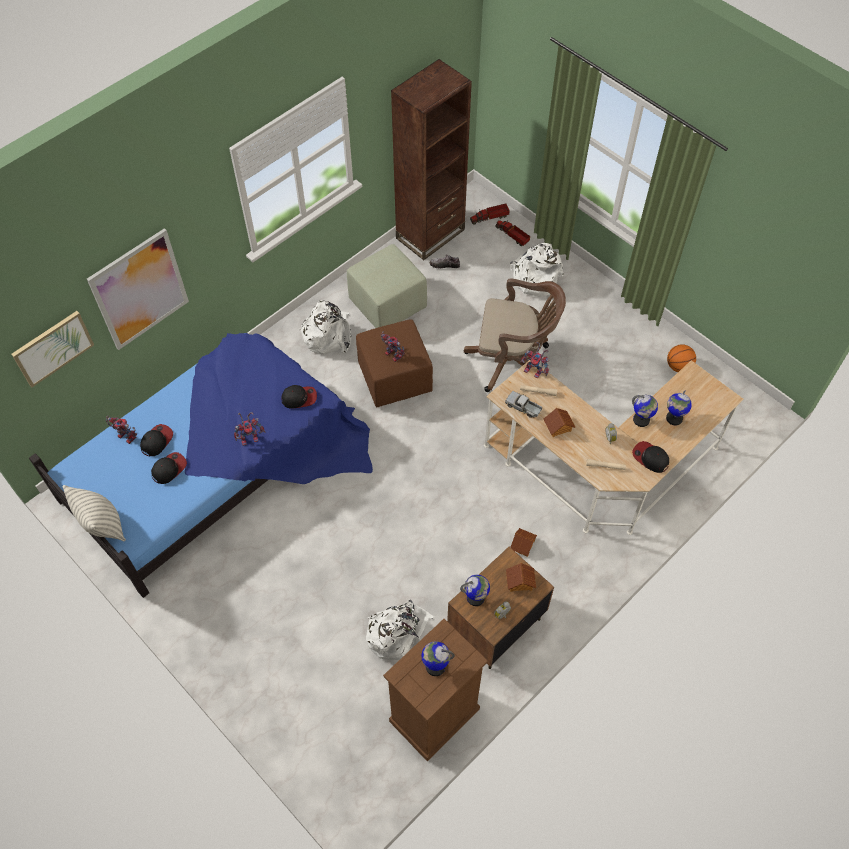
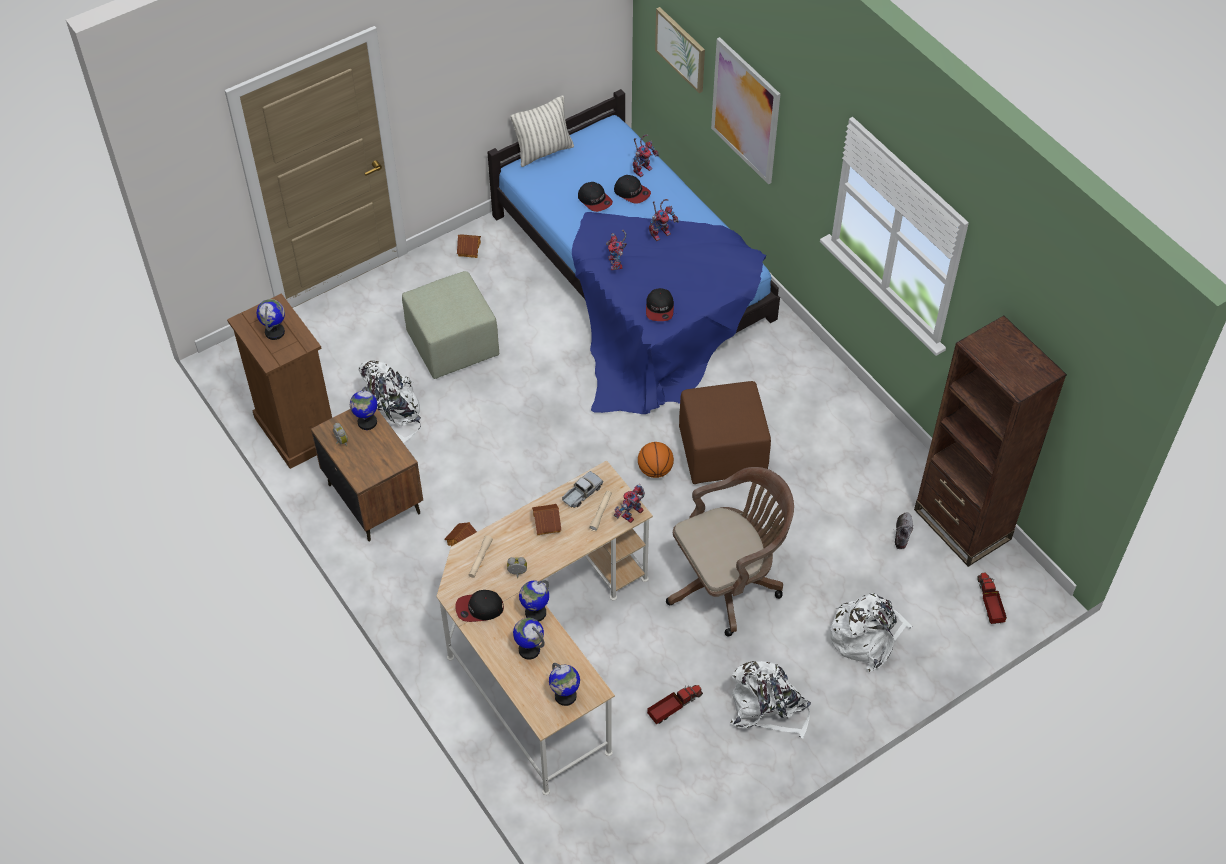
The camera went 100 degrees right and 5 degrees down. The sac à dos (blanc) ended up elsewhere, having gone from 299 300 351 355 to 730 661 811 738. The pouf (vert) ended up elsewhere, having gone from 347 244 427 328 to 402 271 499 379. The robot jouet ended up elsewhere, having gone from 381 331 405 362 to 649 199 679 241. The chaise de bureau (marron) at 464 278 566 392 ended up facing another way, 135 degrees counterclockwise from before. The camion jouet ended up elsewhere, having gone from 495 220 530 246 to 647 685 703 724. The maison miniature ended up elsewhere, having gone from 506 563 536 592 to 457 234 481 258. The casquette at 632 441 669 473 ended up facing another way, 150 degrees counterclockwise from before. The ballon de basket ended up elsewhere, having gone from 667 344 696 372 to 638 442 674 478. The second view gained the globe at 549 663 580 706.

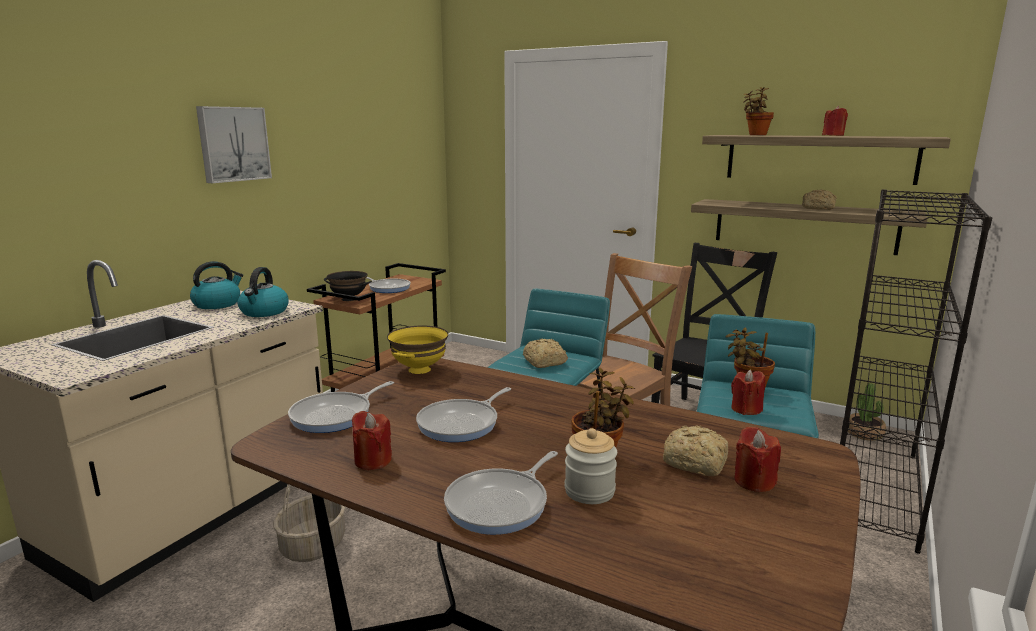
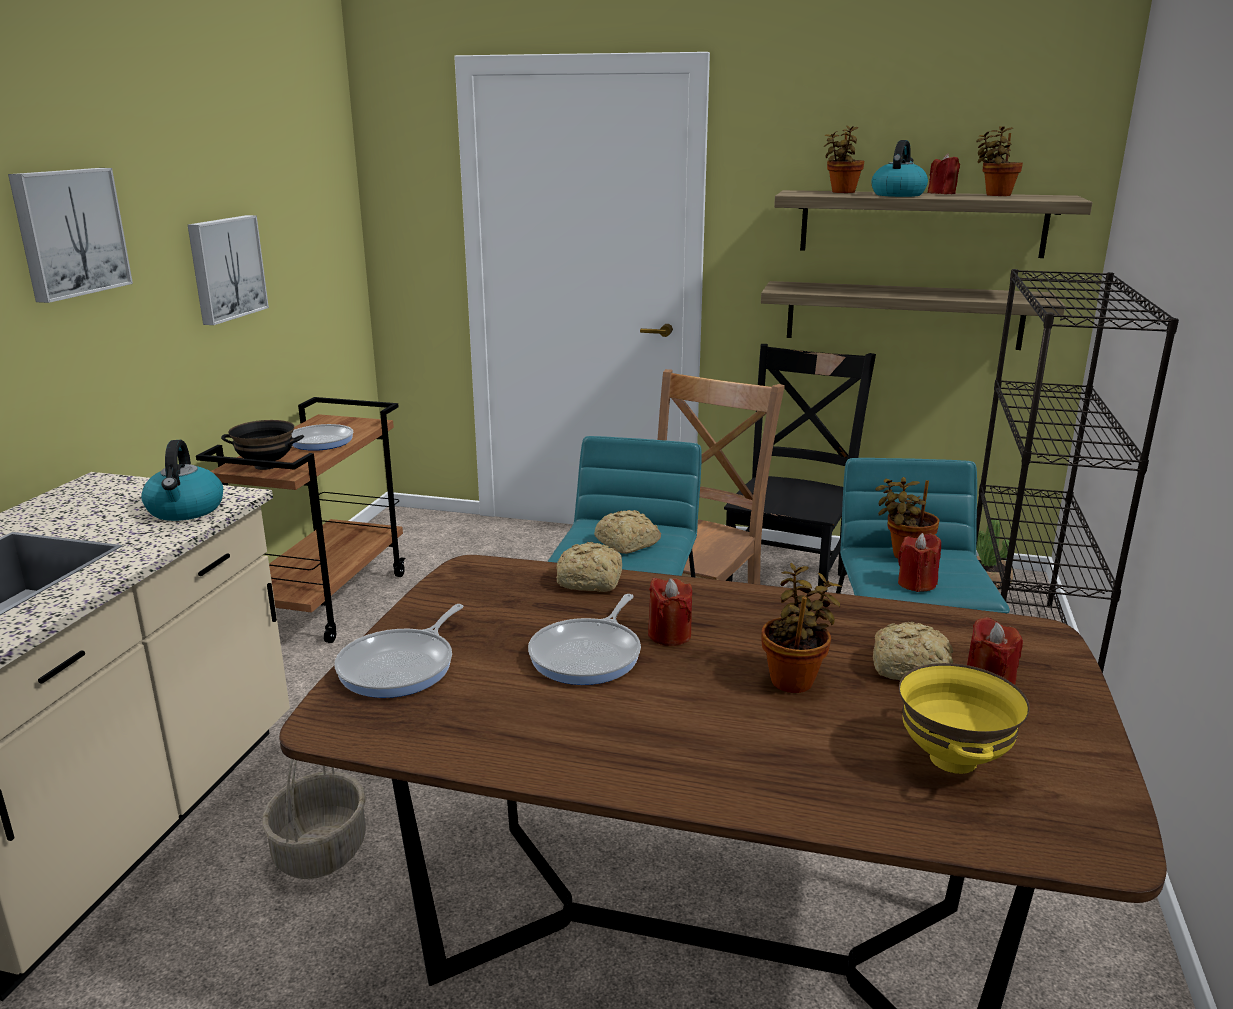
The camera went 15 degrees left and 5 degrees up. The bouilloire ended up elsewhere, having gone from 190 261 243 309 to 871 140 928 197. The bougie (rouge) ended up elsewhere, having gone from 352 411 392 470 to 648 578 692 646. The bol (jaune) ended up elsewhere, having gone from 387 326 448 374 to 899 663 1030 774. The second view lost the poêle at 444 451 558 535. The second view lost the bocal at 565 428 617 504. The pain ended up elsewhere, having gone from 802 189 837 210 to 556 542 622 592. The second view gained the tableau at 188 215 269 325. The second view gained the plante en pot at 976 126 1023 196.

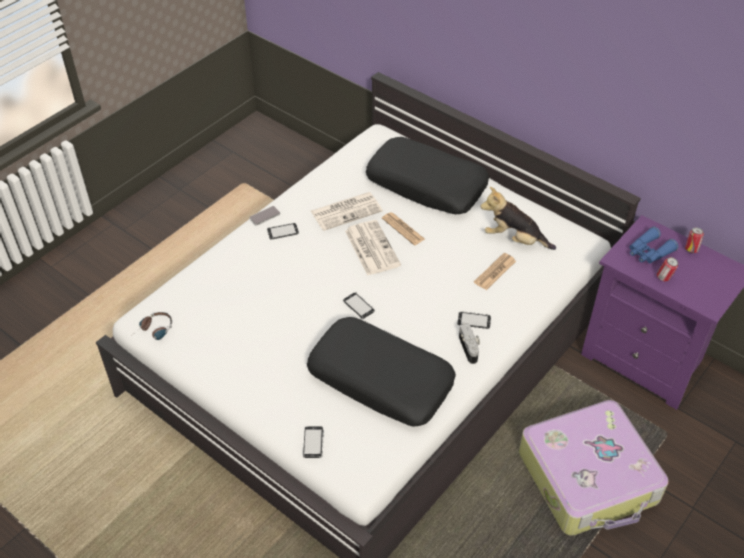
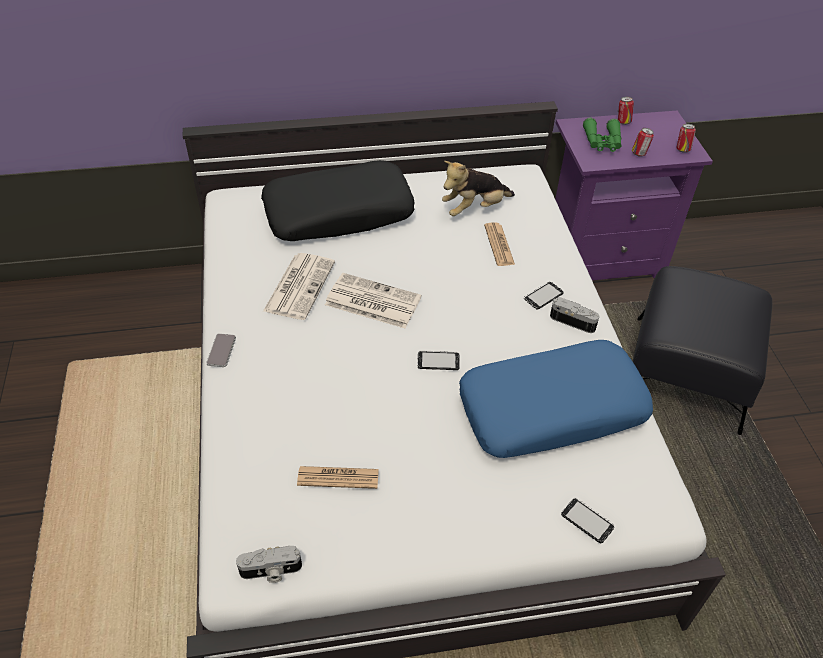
The camera went 50 degrees left and 0 degrees up. Where the casque audio stood at 130 312 172 340, the appareil photo came to stand at 236 546 302 583. The second view lost the téléphone at 267 223 299 239. What was the coussin (noir) at 307 317 456 426 turned into the coussin (bleu) at 459 340 653 458. The journal ended up elsewhere, having gone from 382 212 425 245 to 297 466 379 489. Where the valise stood at 519 400 669 536, the pouf (noir) came to stand at 633 266 772 435. What was the jumelles (bleu) at 629 227 679 263 turned into the jumelles (vert) at 583 118 622 152. The second view gained the boîte métallique at 676 124 696 153.

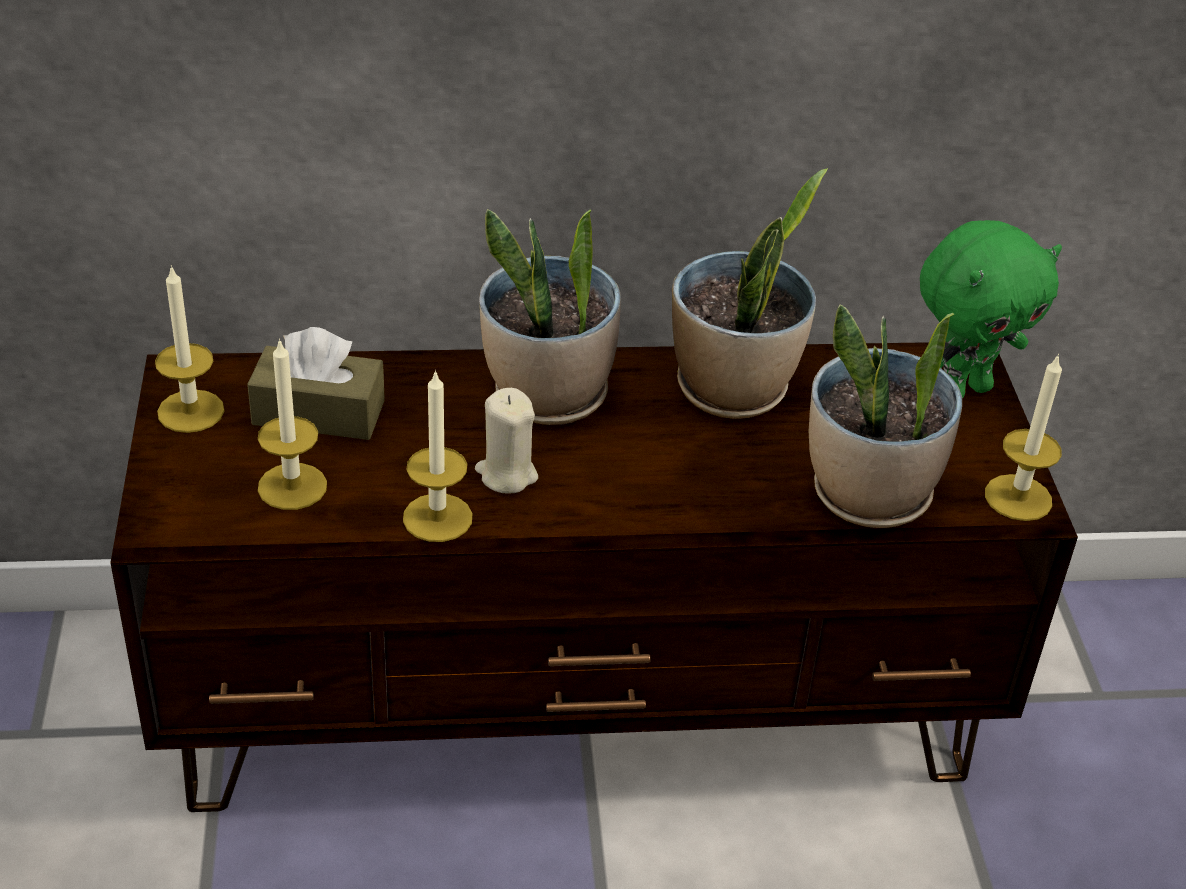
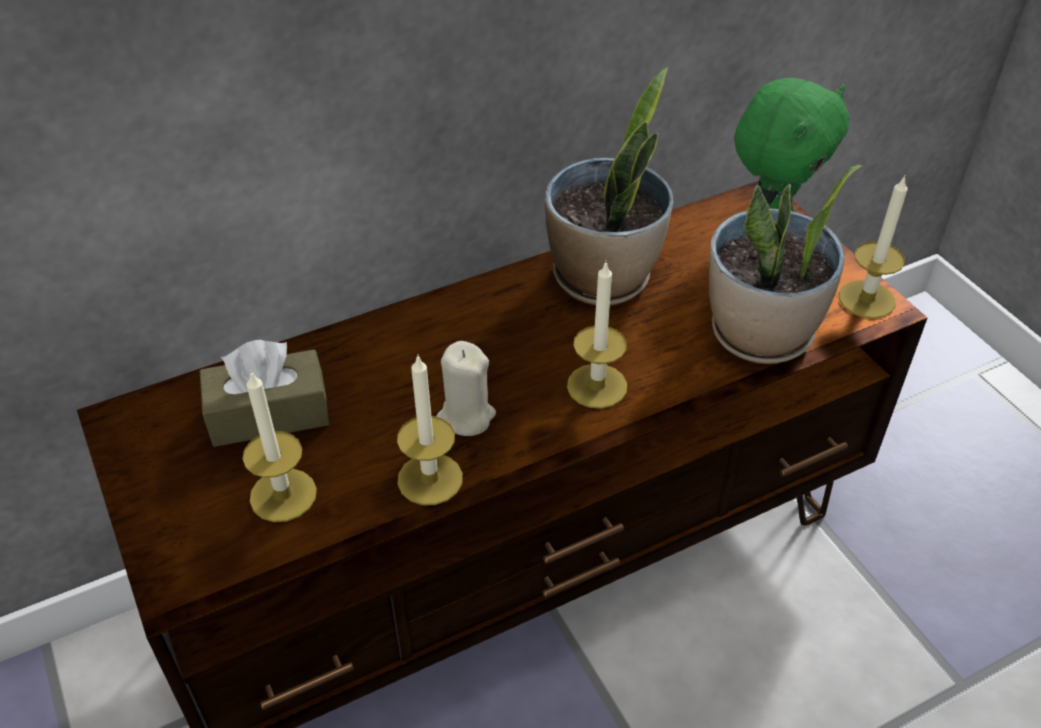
The camera went 20 degrees left and 5 degrees up. The bougie ended up elsewhere, having gone from 155 265 224 433 to 567 260 627 409. The second view lost the plante en pot at 479 209 621 425.

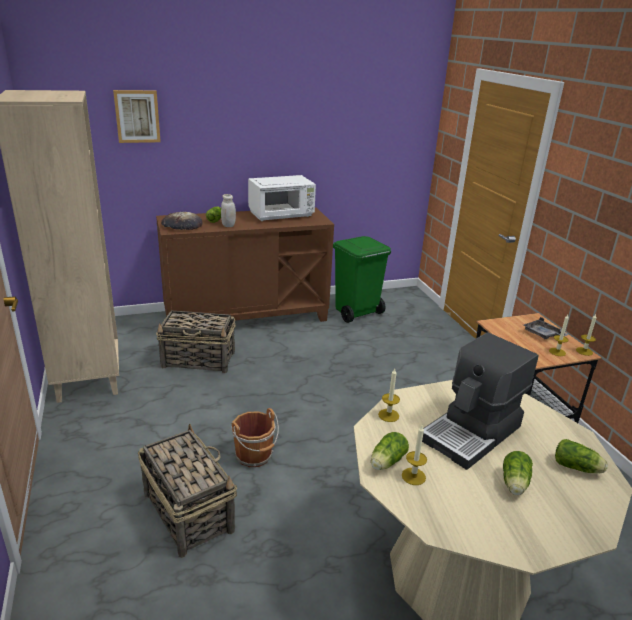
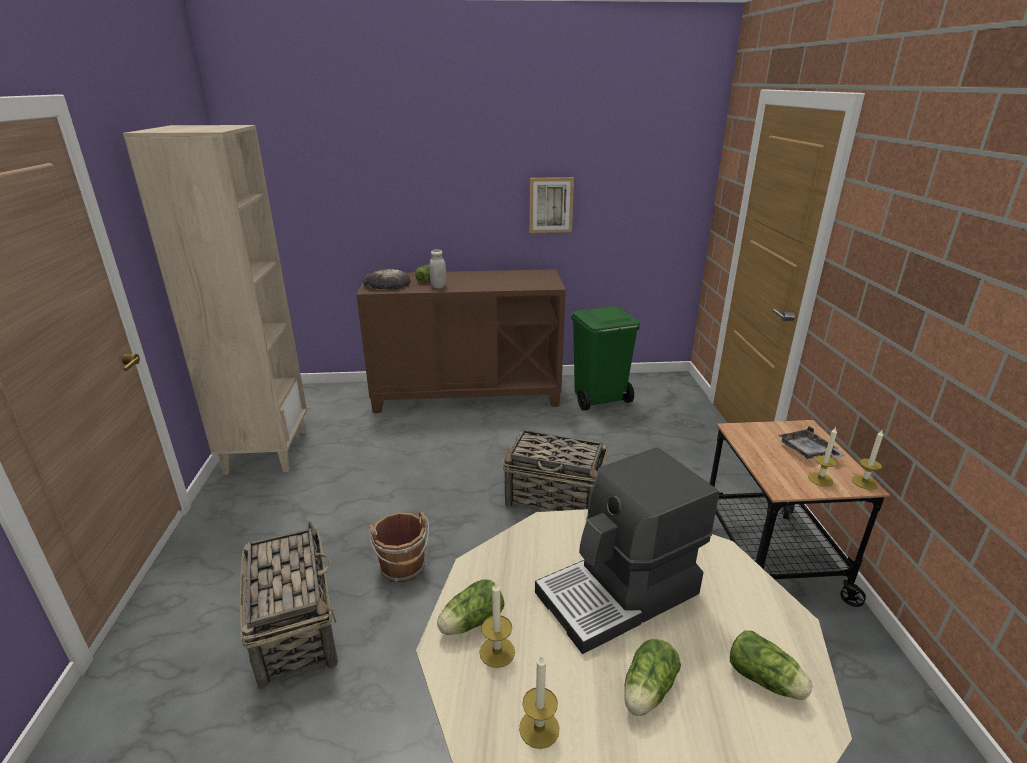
The camera went 15 degrees right and 0 degrees up. The tableau ended up elsewhere, having gone from 113 90 161 143 to 529 177 574 233. The panier ended up elsewhere, having gone from 156 311 236 373 to 502 430 608 512. The second view lost the micro-ondes (blanc) at 248 175 316 221. The bougie ended up elsewhere, having gone from 378 369 400 422 to 519 655 559 749.

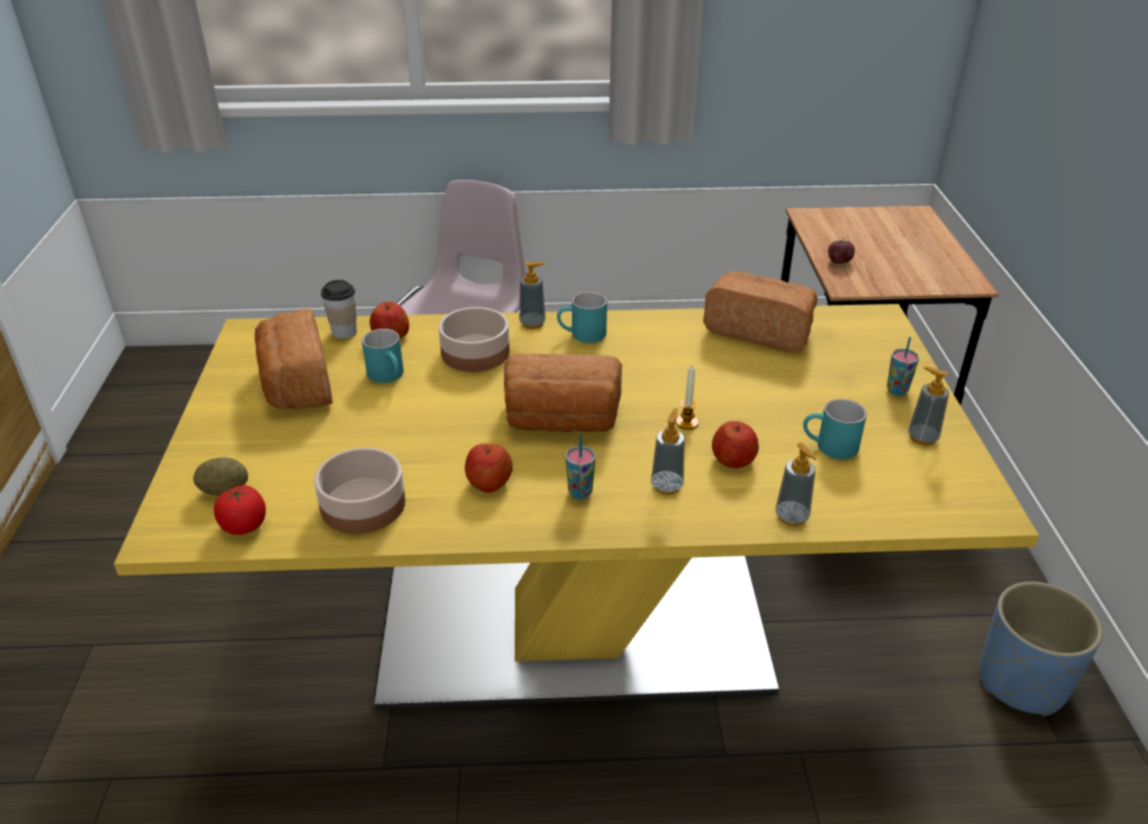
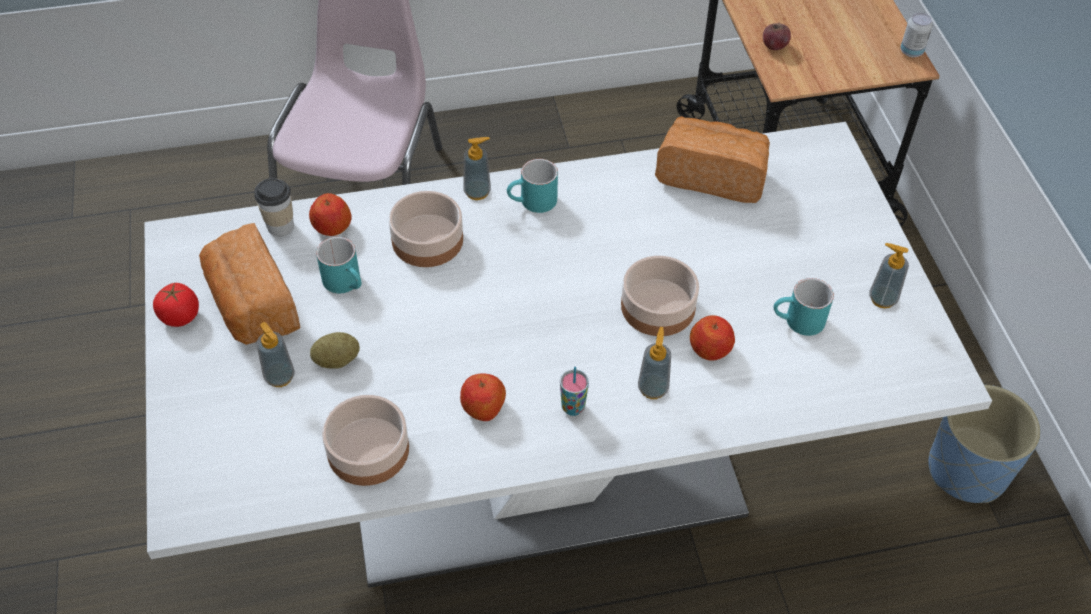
The camera went 10 degrees left and 15 degrees up. What was the table à manger (jaune) at 114 304 1039 709 turned into the table à manger (blanc) at 145 122 992 588. The pomme de terre ended up elsewhere, having gone from 193 457 248 496 to 310 332 360 369. The tomate ended up elsewhere, having gone from 214 485 266 535 to 153 283 199 327. The second view lost the pain at 504 353 622 433. Where the bougie stood at 676 367 699 430, the bol came to stand at 621 256 699 336. The distributeur de savon ended up elsewhere, having gone from 775 443 817 526 to 256 322 295 387. The second view lost the tasse at 887 337 919 396. The second view gained the boîte métallique at 900 13 933 57.

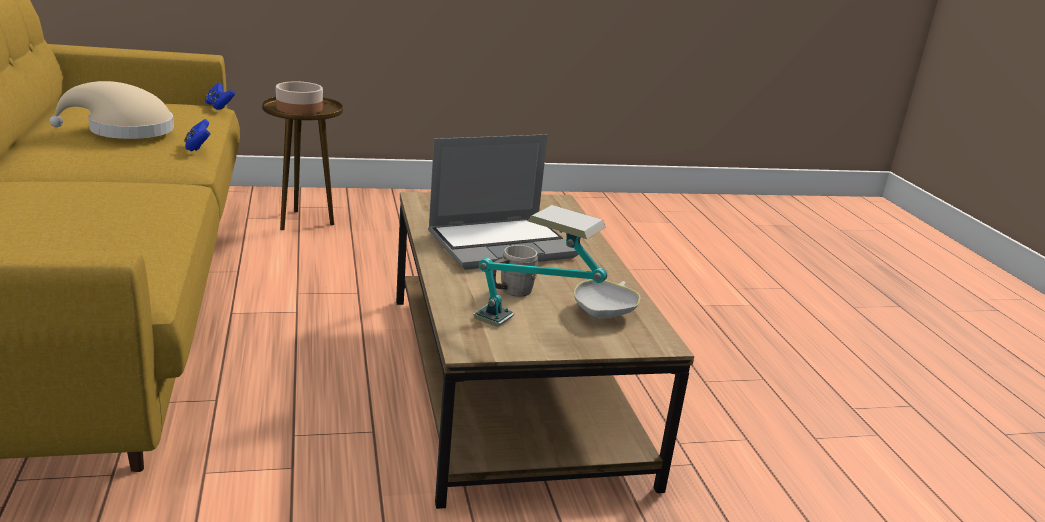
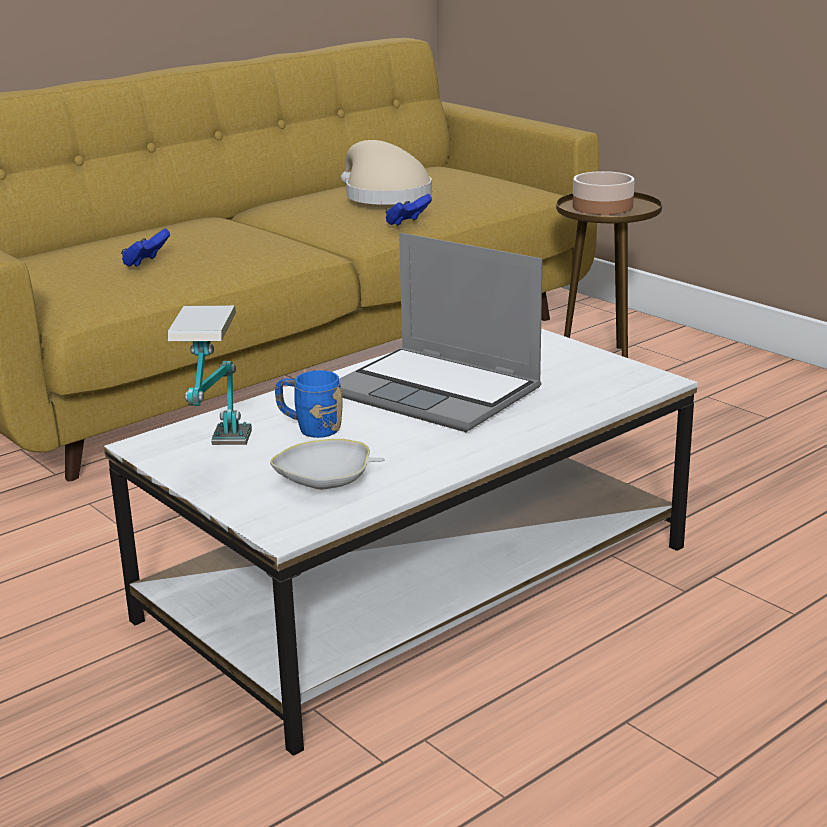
The camera went 65 degrees right and 0 degrees up. The manette (bleu) ended up elsewhere, having gone from 205 83 235 110 to 121 229 170 267. What was the table basse (marron) at 396 192 694 509 turned into the table basse (blanc) at 104 328 698 756. What was the mug (gris) at 492 245 538 297 turned into the mug (bleu) at 275 370 343 438.

